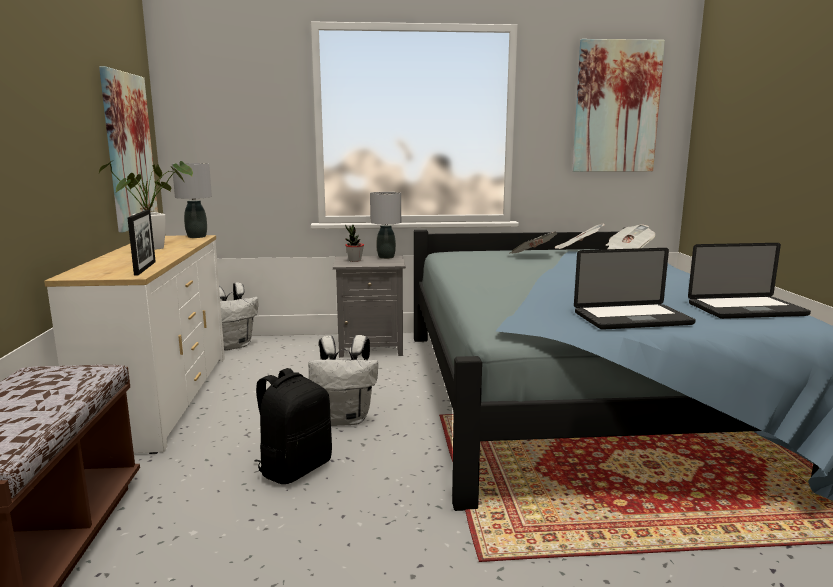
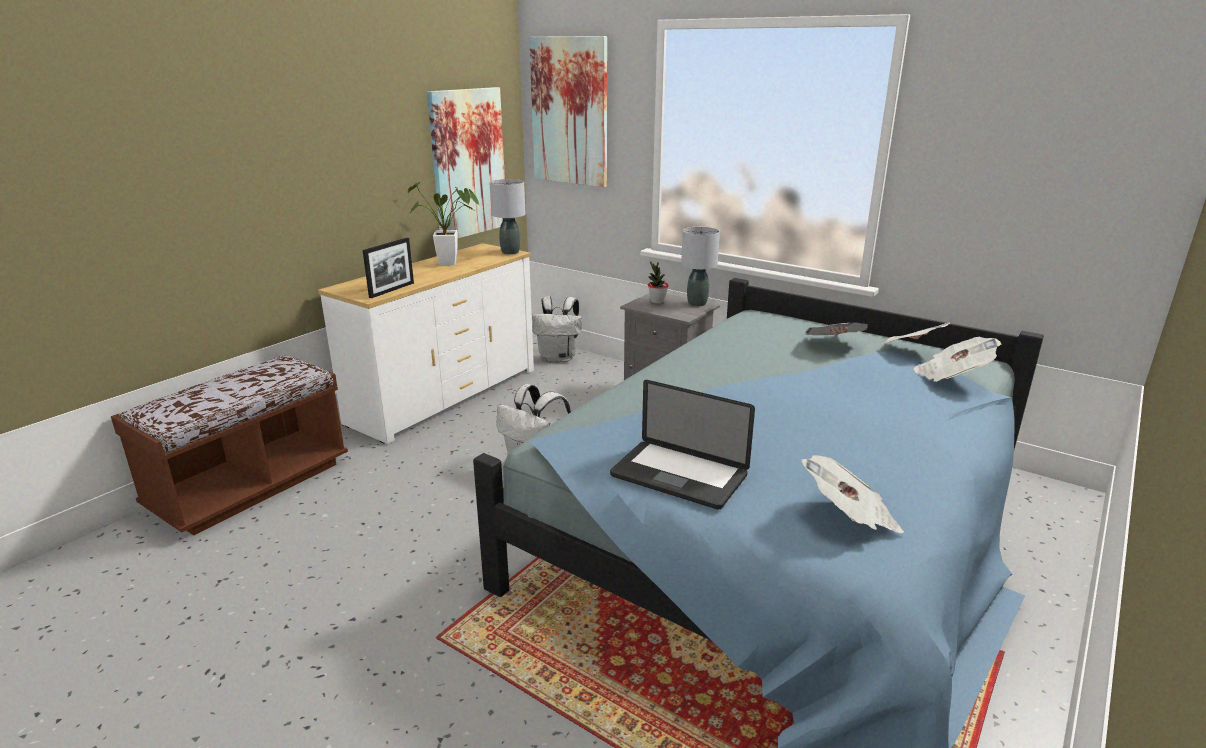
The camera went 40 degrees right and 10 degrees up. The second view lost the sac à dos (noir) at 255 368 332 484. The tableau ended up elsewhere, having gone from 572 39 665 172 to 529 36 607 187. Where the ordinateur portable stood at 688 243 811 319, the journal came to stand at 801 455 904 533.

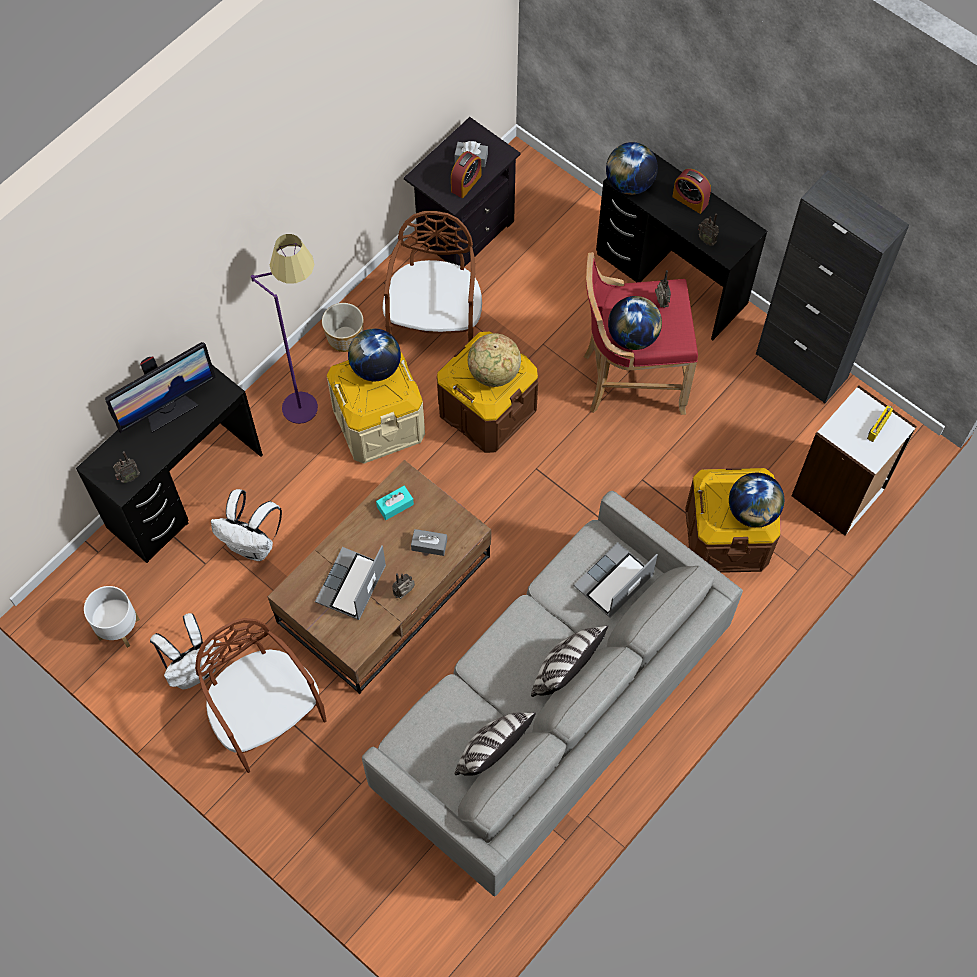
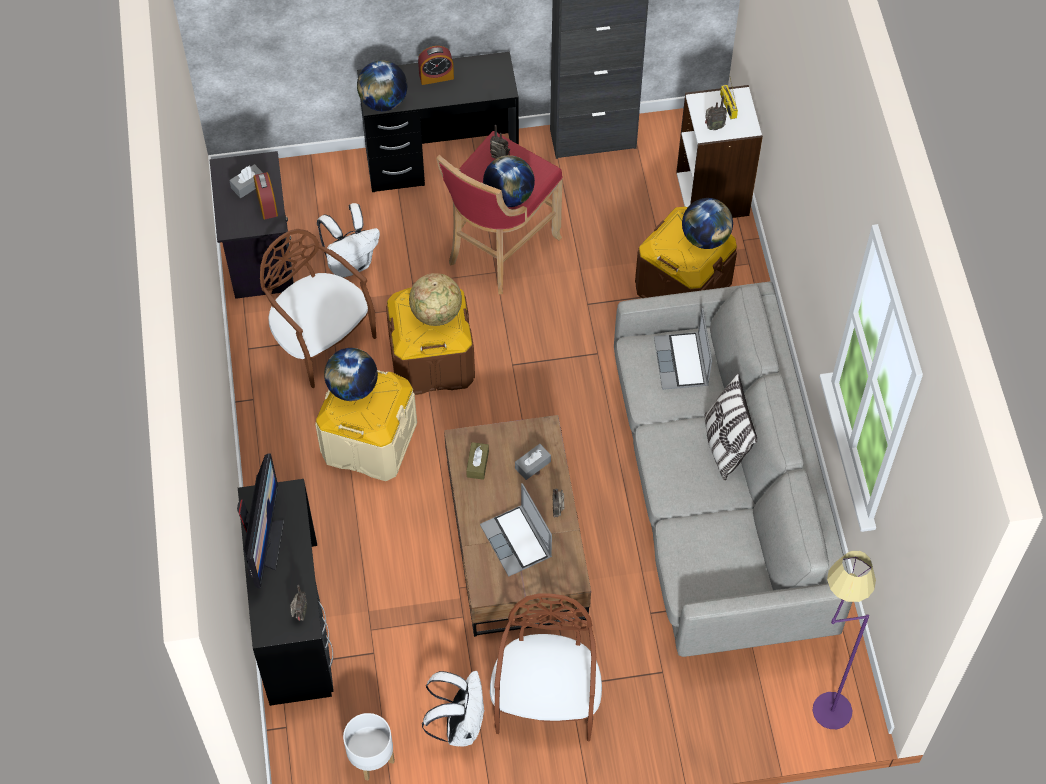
The camera went 50 degrees left and 5 degrees down. The chaise (marron) at 195 618 326 773 ended up facing another way, 90 degrees clockwise from before. The sac à dos (blanc) ended up elsewhere, having gone from 211 489 282 561 to 317 203 380 278. The lampadaire (violet) ended up elsewhere, having gone from 251 234 318 424 to 813 550 876 729. The second view lost the cache-pot at 322 303 363 352. What was the boîte à mouchoirs (turquoise) at 376 486 414 520 turned into the boîte à mouchoirs (marron) at 466 442 489 480. The second view lost the coussin at 455 712 536 776. The radio ended up elsewhere, having gone from 698 213 719 246 to 705 95 727 130.

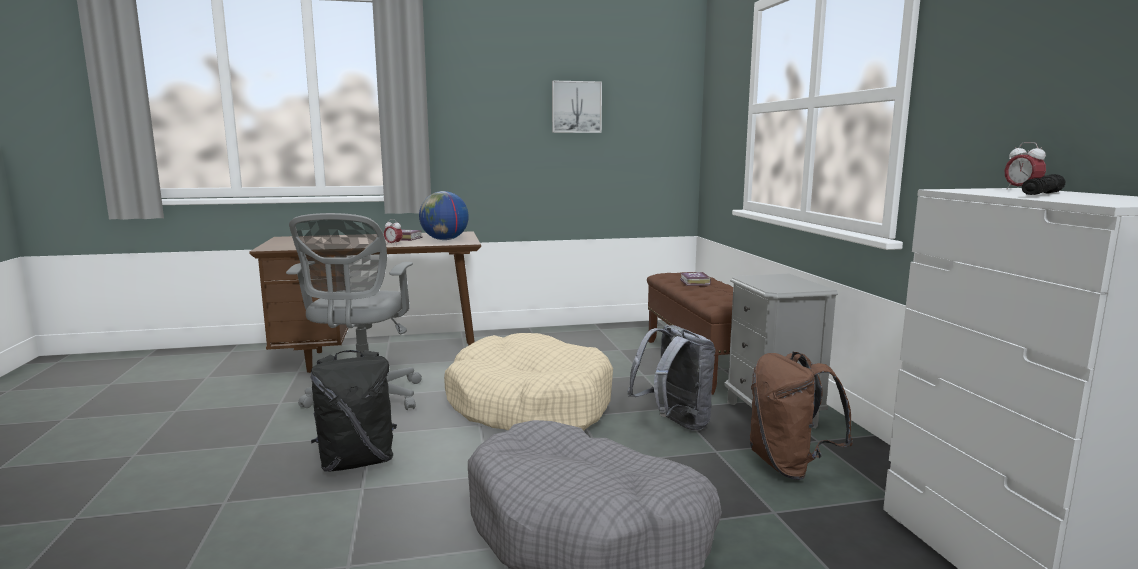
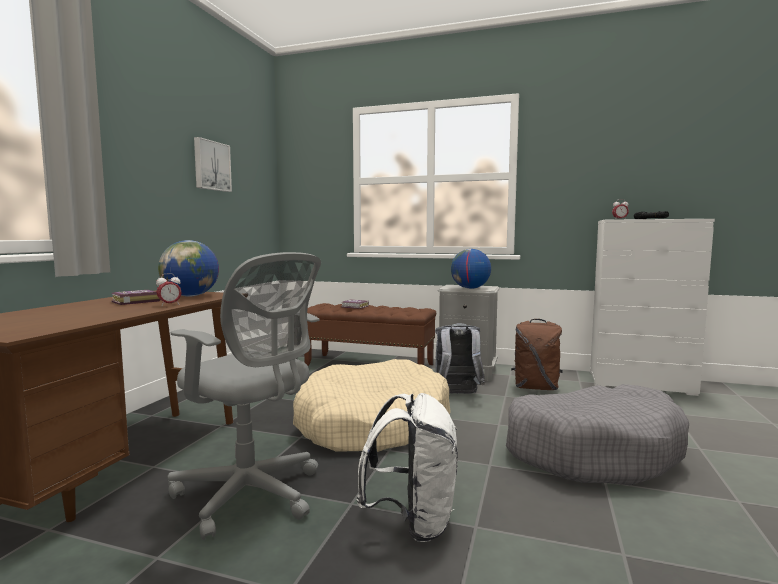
The camera went 60 degrees left and 5 degrees down. What was the sac à dos (noir) at 310 350 397 472 turned into the sac à dos (blanc) at 357 393 458 542. The second view gained the globe at 451 249 491 289.

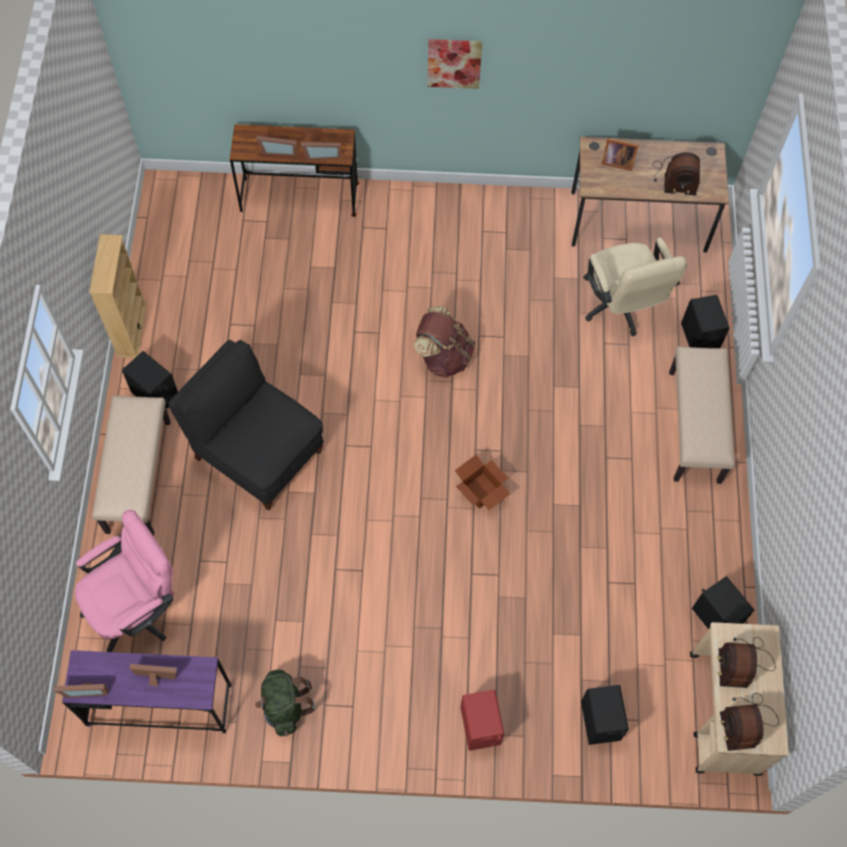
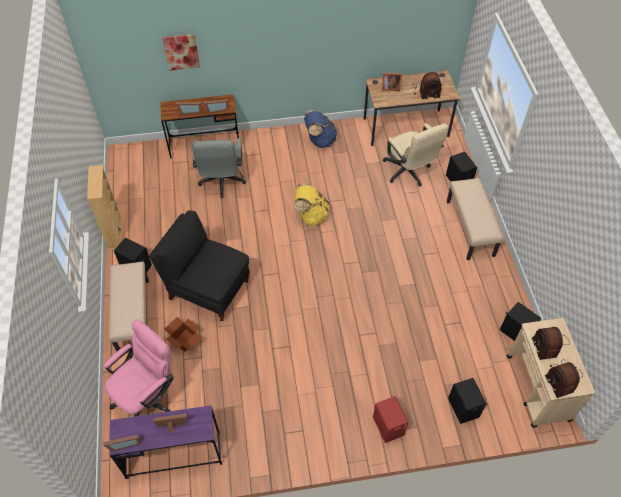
The camera went 10 degrees left and 10 degrees down. The second view lost the sac à dos (vert) at 255 669 315 736. What was the sac à dos (marron) at 414 307 475 378 turned into the sac à dos (jaune) at 294 183 330 226. The tableau ended up elsewhere, having gone from 427 39 482 89 to 162 34 200 71. The carton ended up elsewhere, having gone from 455 455 510 510 to 164 317 203 352. The second view gained the chaise de bureau (gris) at 192 138 246 198. The second view gained the sac à dos (bleu) at 304 110 337 148.

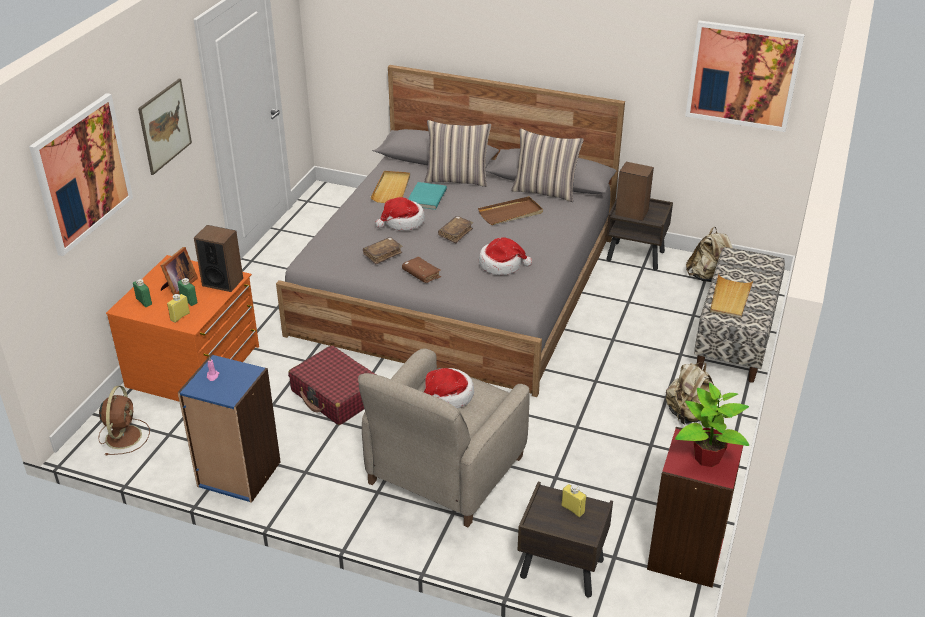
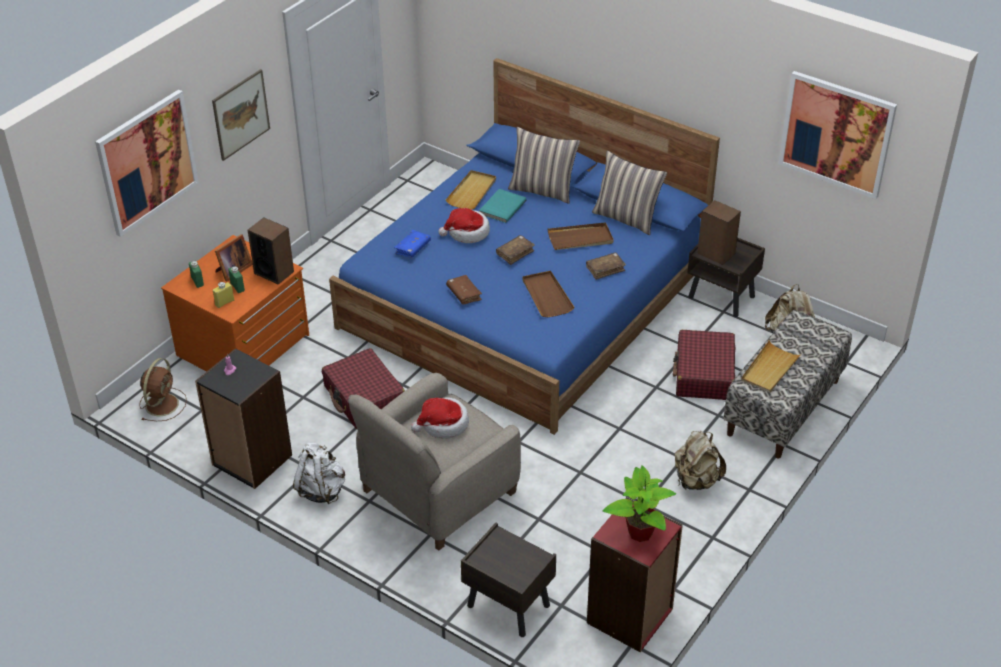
The camera went 15 degrees right and 5 degrees up. What was the bibliothèque (bleu) at 178 354 281 503 turned into the bibliothèque (noir) at 195 348 292 489. What was the lit (gris) at 276 65 625 397 turned into the lit (bleu) at 329 58 720 435. The livre (marron) ended up elsewhere, having gone from 363 237 403 264 to 586 252 626 280. Where the chapeau stood at 479 237 532 275, the plateau (marron) came to stand at 522 271 574 317. The second view lost the bouteille (jaune) at 562 484 586 517. The second view gained the sac à dos (blanc) at 293 443 345 504. The second view gained the livre (bleu) at 394 230 431 258. The second view gained the valise (rouge) at 673 330 735 400.

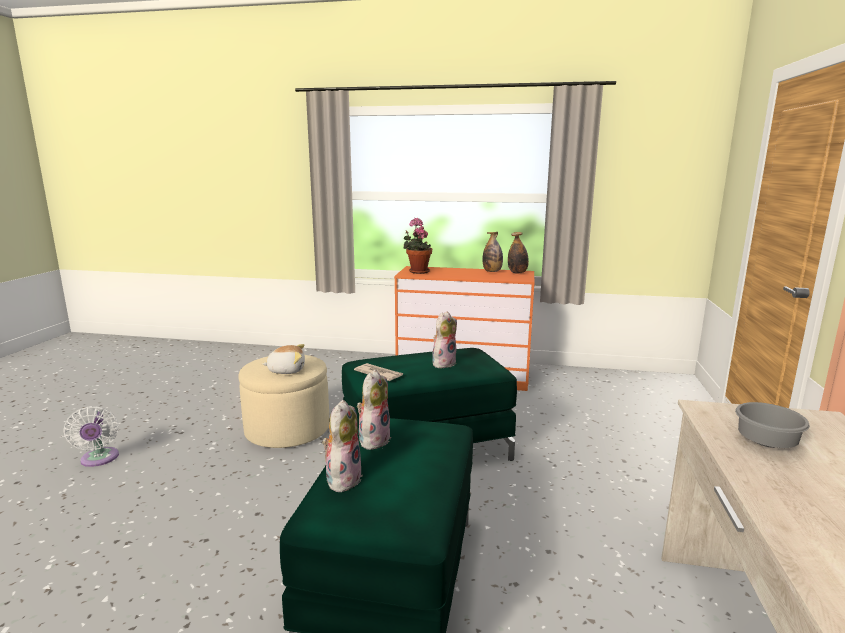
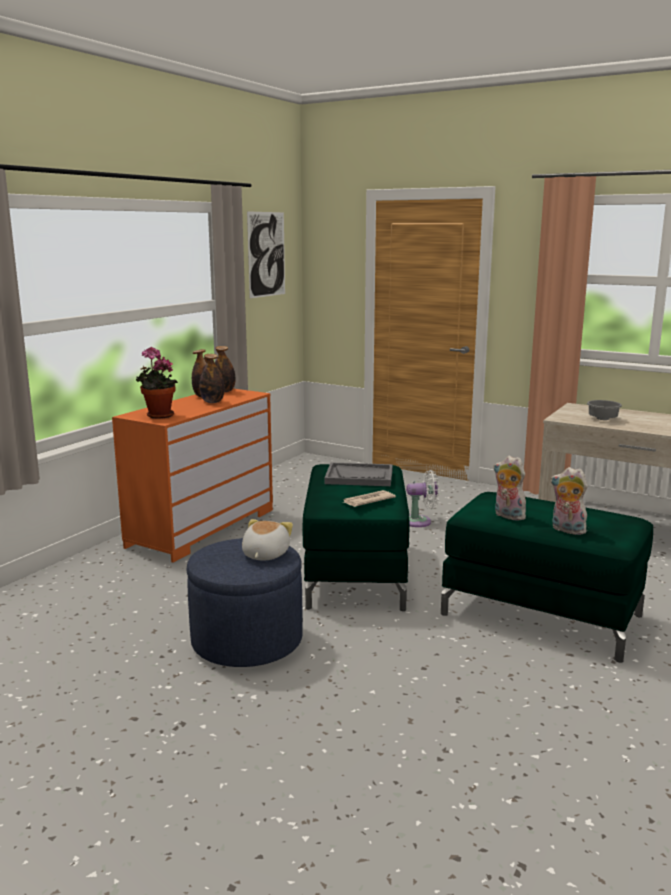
The camera went 70 degrees left and 0 degrees up. The ventilateur (blanc) ended up elsewhere, having gone from 63 406 119 467 to 406 470 439 527. What was the pouf (beige) at 238 355 330 448 turned into the pouf (bleu) at 187 538 303 667. Where the peluche stood at 432 311 457 368, the plateau (gris) came to stand at 325 462 393 486. The second view gained the bouteille at 199 354 225 403. The second view gained the tableau at 247 211 285 298.

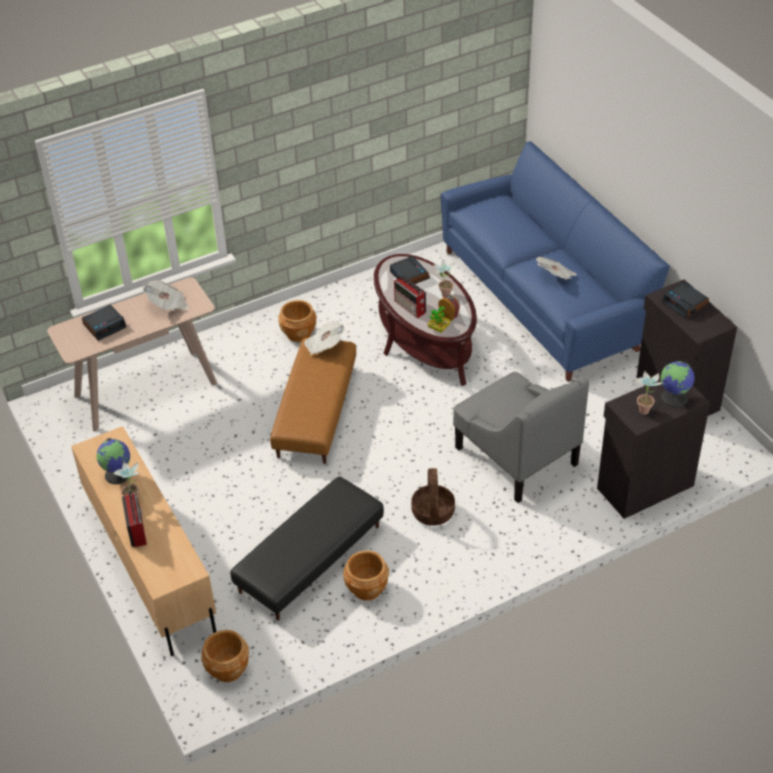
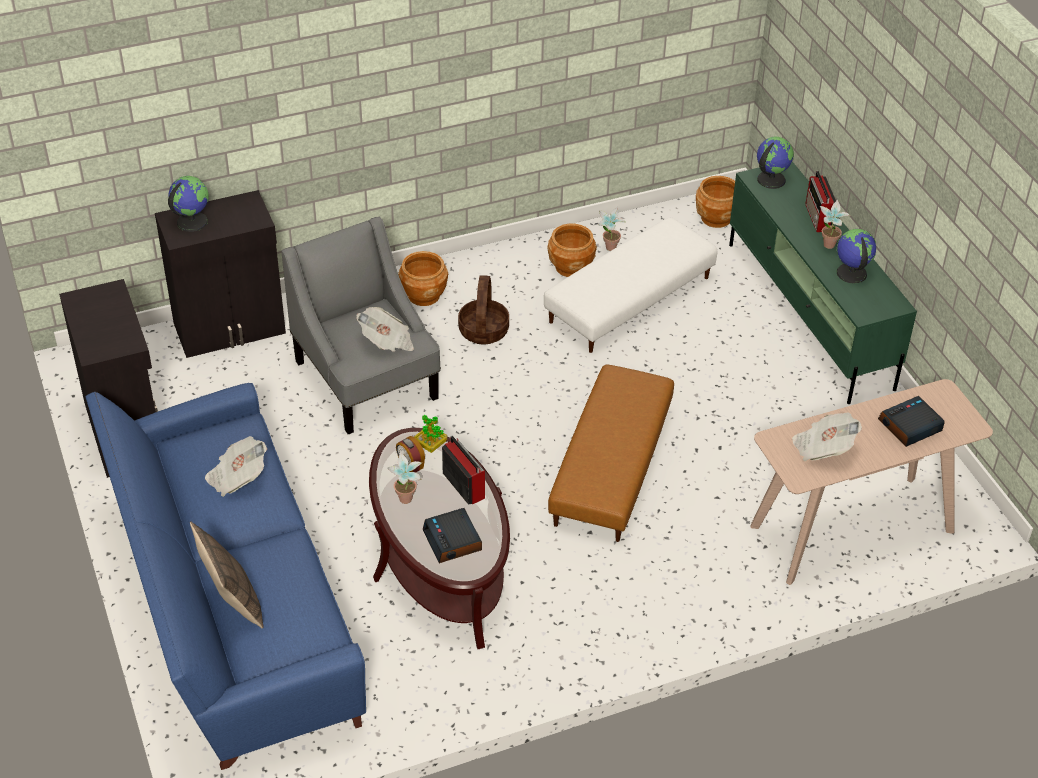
The camera went 175 degrees left and 0 degrees up. What was the meuble télé (beige) at 71 426 216 656 turned into the meuble télé (vert) at 729 162 917 404. What was the pouf (noir) at 230 476 384 621 turned into the pouf (blanc) at 544 217 717 353. The cache-pot (marron) ended up elsewhere, having gone from 278 300 317 342 to 398 251 448 306. The journal ended up elsewhere, having gone from 304 321 345 355 to 356 307 414 352. The plante en pot ended up elsewhere, having gone from 635 371 663 415 to 599 207 626 251. The second view lost the réveil at 662 282 709 318. The second view gained the coussin at 190 521 264 628. The second view gained the globe at 757 137 794 189.

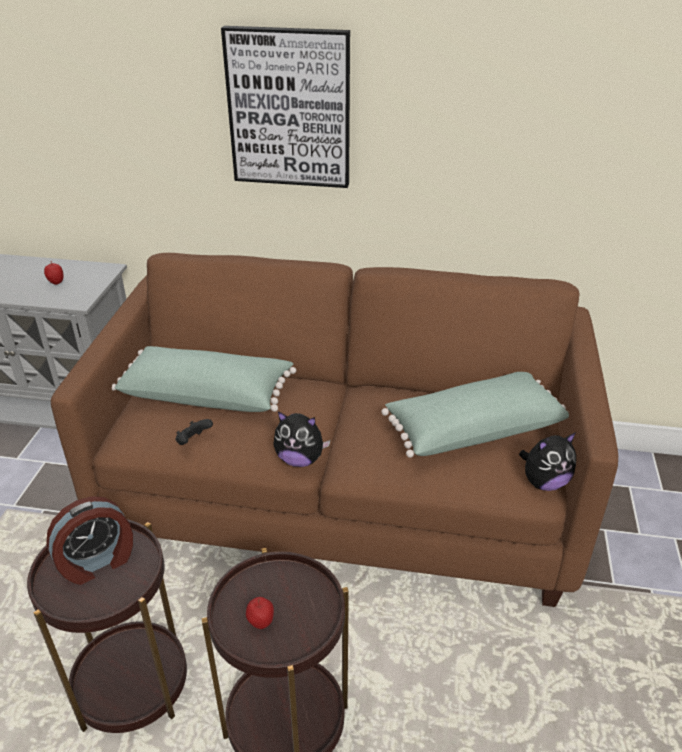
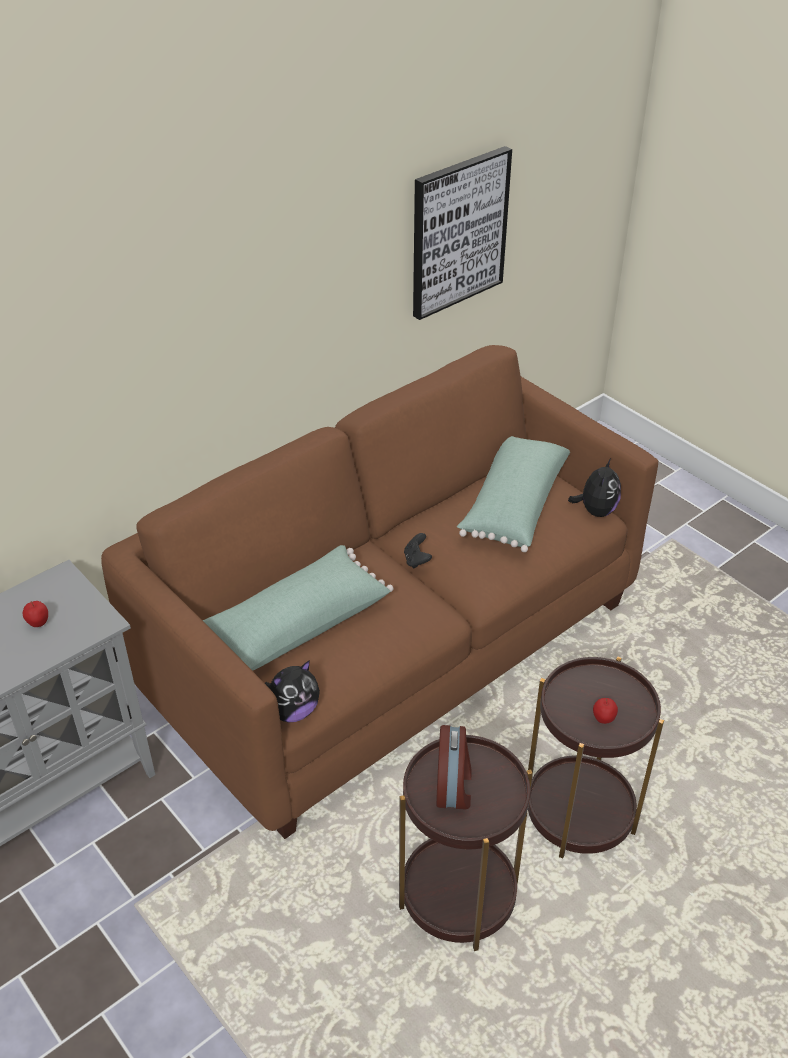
The camera went 50 degrees left and 5 degrees up. The manette (noir) ended up elsewhere, having gone from 175 419 213 445 to 404 533 432 568. The tableau ended up elsewhere, having gone from 221 26 350 188 to 413 146 512 320. The peluche ended up elsewhere, having gone from 273 411 331 467 to 265 660 320 722.

